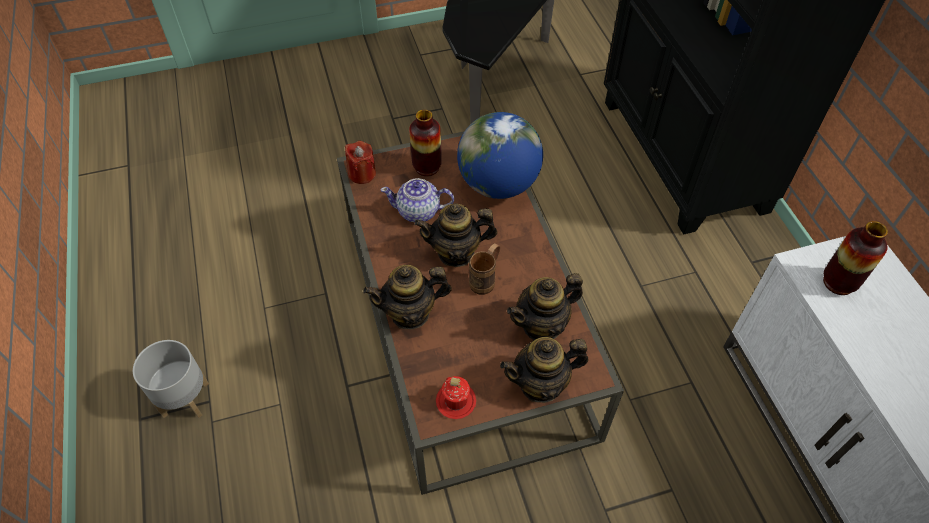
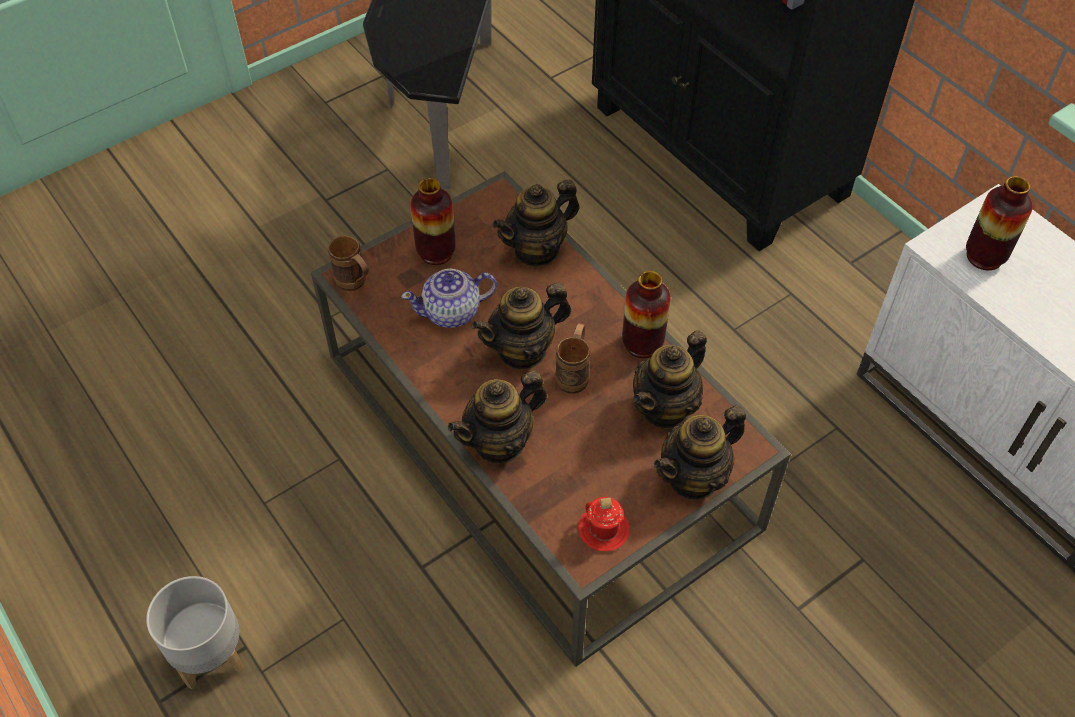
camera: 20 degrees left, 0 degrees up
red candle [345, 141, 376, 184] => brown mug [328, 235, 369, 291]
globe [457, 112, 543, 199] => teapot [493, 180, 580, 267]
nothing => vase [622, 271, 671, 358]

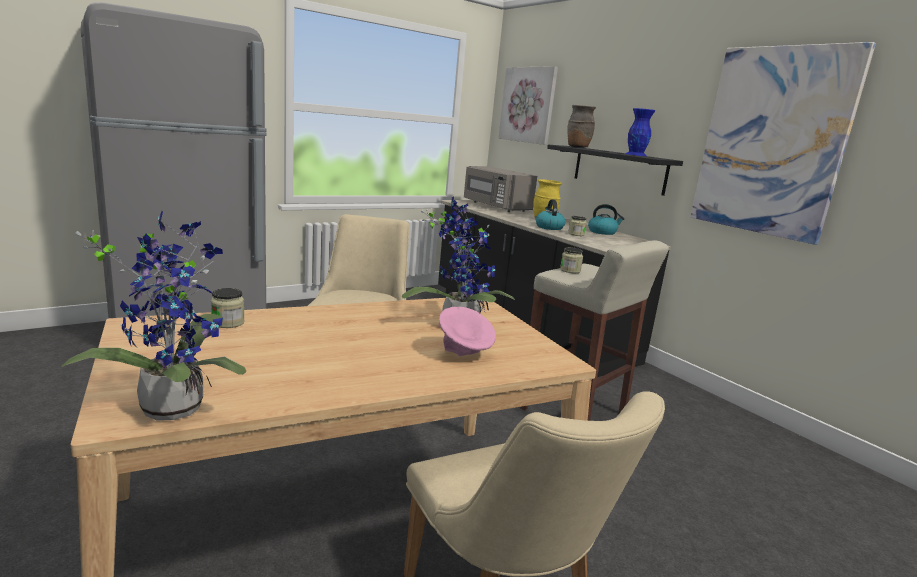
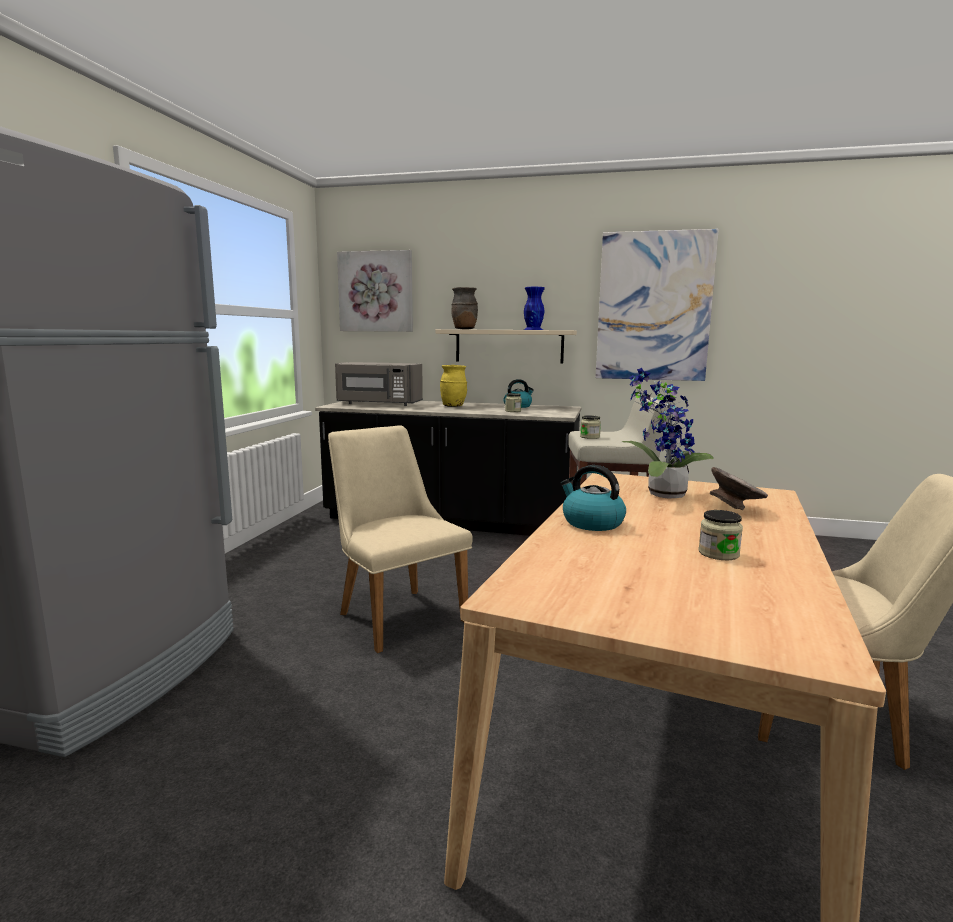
camera: 40 degrees left, 5 degrees down
potted plant [61, 211, 246, 421] => nothing
jar [211, 288, 245, 328] => jar [699, 510, 743, 560], relocated
pink bowl [439, 307, 496, 356] => grey bowl [710, 467, 768, 510]
kettle [536, 199, 566, 230] => kettle [561, 465, 626, 531], relocated
black shelf [547, 145, 683, 196] => beige shelf [435, 329, 577, 364]

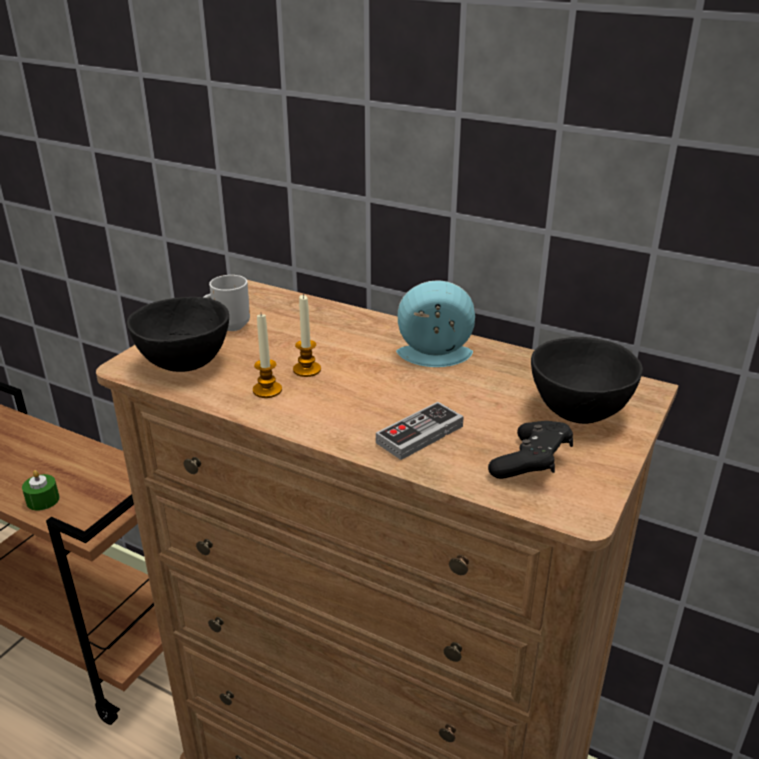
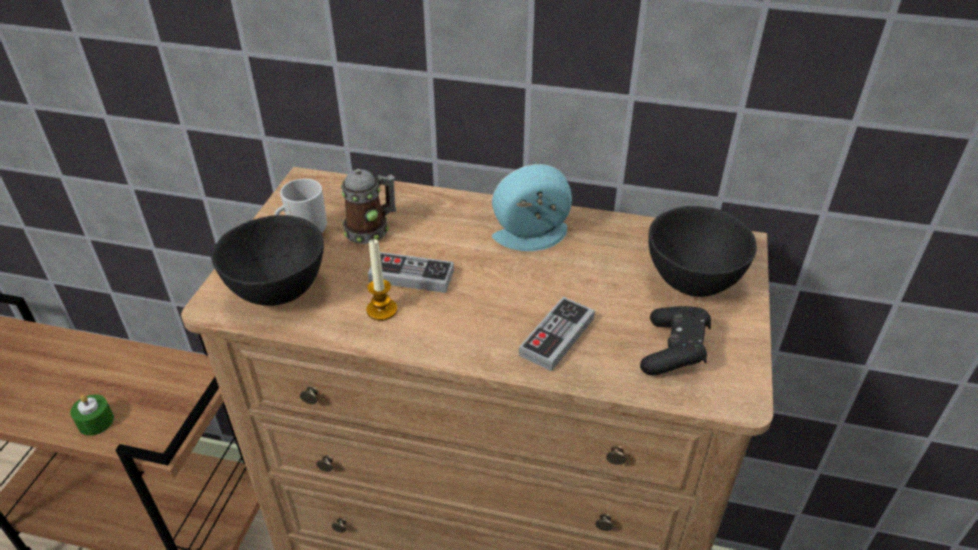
camera: 15 degrees left, 10 degrees up
candle [293, 294, 321, 377] => game controller [368, 252, 454, 293]
nothing => mug [341, 169, 396, 244]

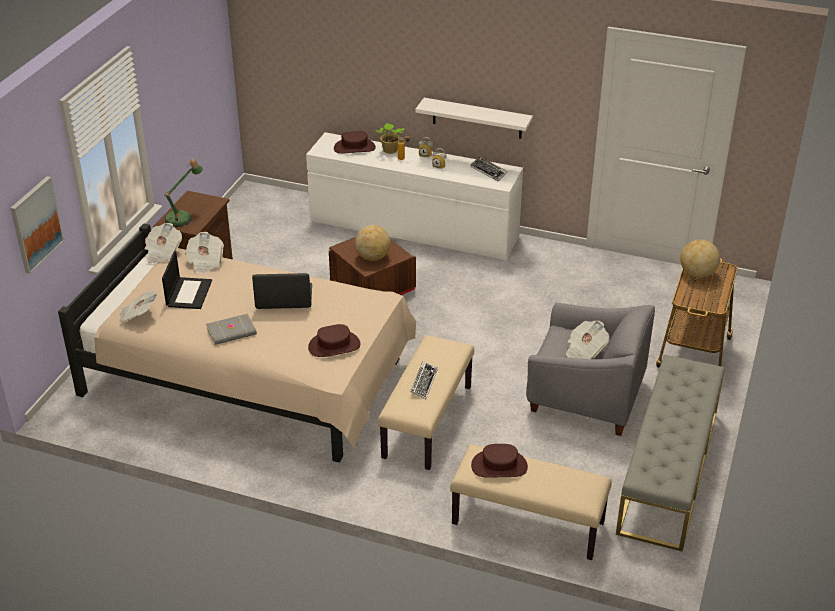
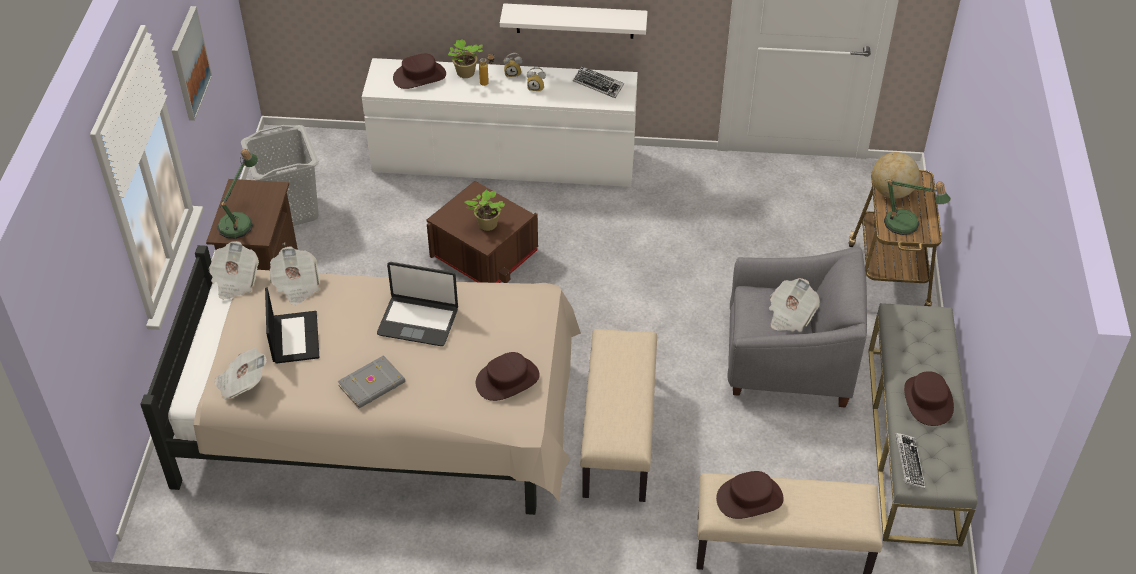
camera: 15 degrees left, 10 degrees up
picture [10, 176, 64, 274] => picture [171, 6, 212, 121], relocated
laptop [252, 273, 312, 309] => laptop [377, 262, 458, 346], 150 degrees counterclockwise
globe [355, 225, 391, 261] => potted plant [464, 190, 505, 231]
keyboard [410, 361, 438, 399] => keyboard [895, 433, 925, 489], relocated
nothing => grey laundry basket [241, 125, 319, 226]
nothing => table lamp [884, 179, 951, 235]
nothing => brown hat [904, 371, 954, 426]

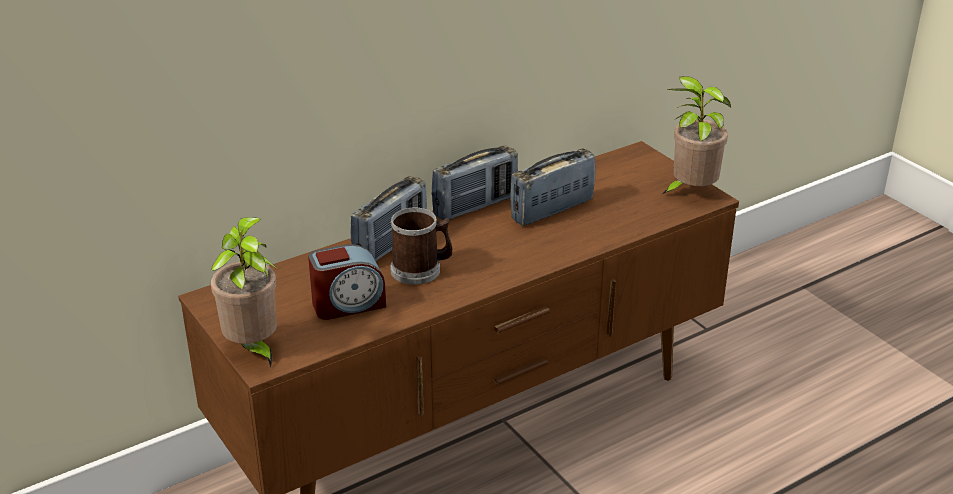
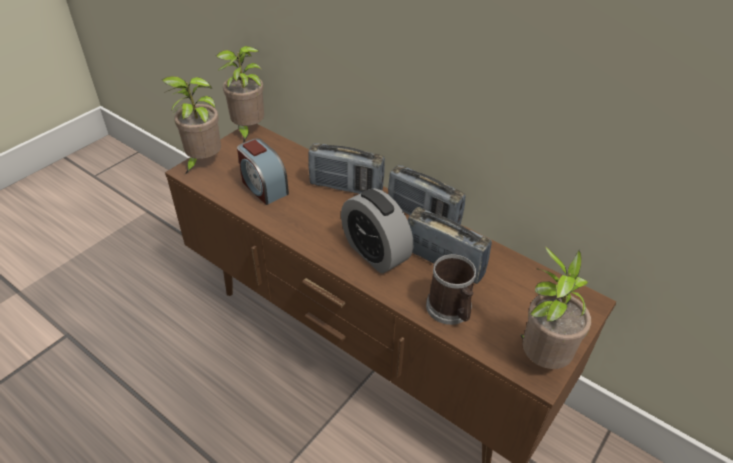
camera: 70 degrees right, 10 degrees up
mug [390, 208, 452, 285] => mug [426, 254, 476, 325], relocated
nothing => potted plant [216, 46, 264, 143]
nothing => alarm clock [341, 188, 413, 273]

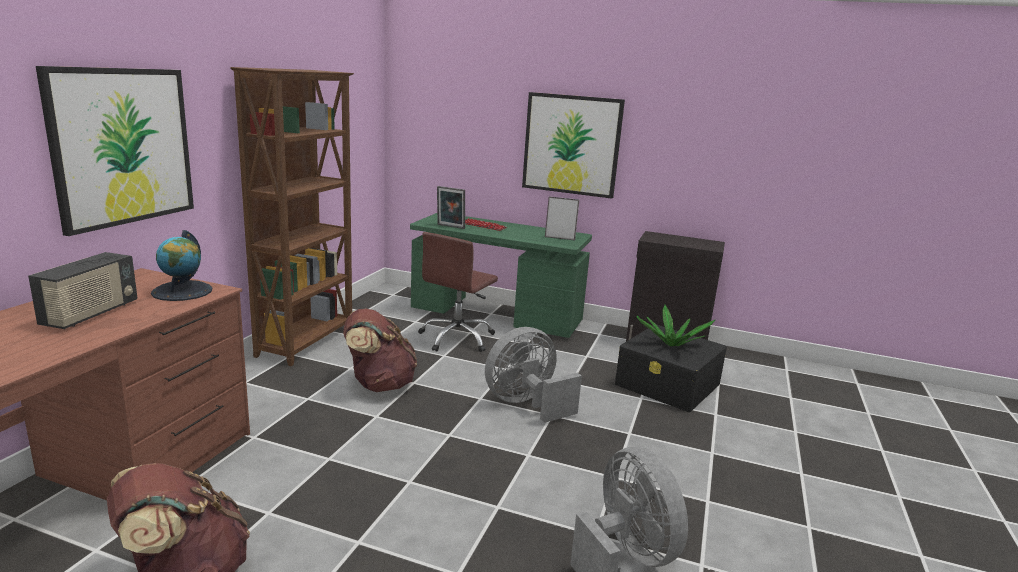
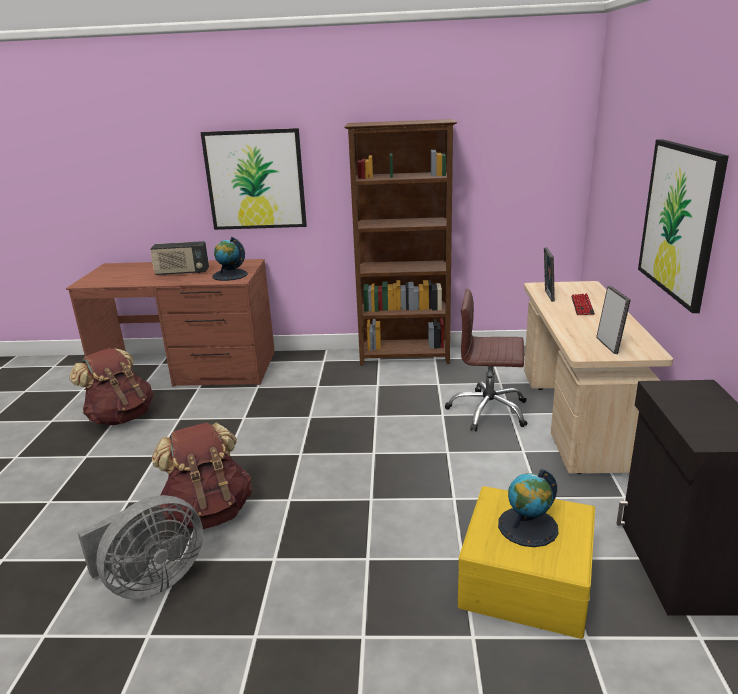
camera: 75 degrees right, 5 degrees up
brown backpack [343, 309, 417, 392] => brown backpack [152, 422, 252, 529], relocated
green desk [410, 213, 592, 338] => beige desk [524, 281, 673, 474]
grey fan [485, 327, 582, 423] => nothing
black storage box [615, 325, 727, 412] => yellow storage box [458, 486, 595, 639]
potted plant [637, 305, 715, 346] => globe [498, 469, 558, 547]

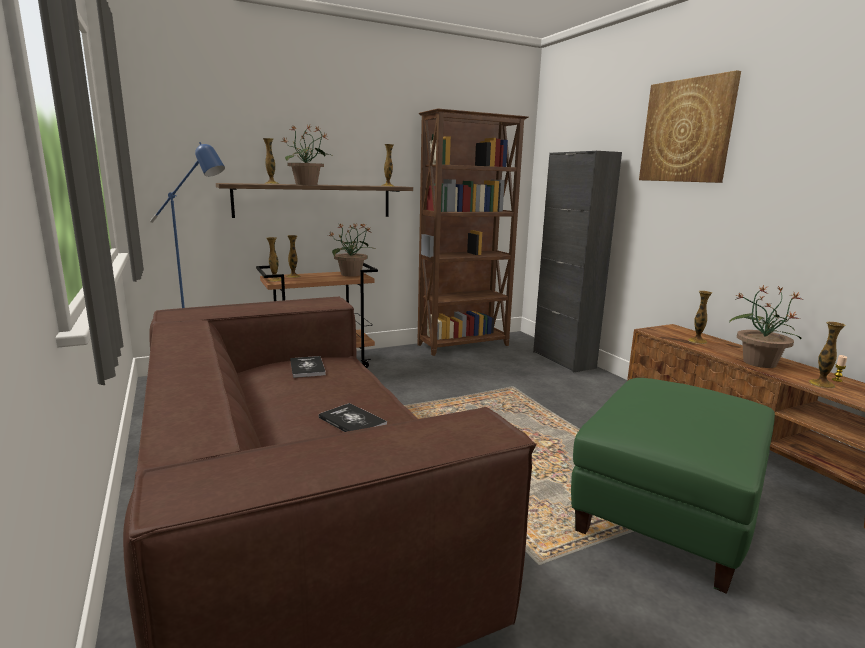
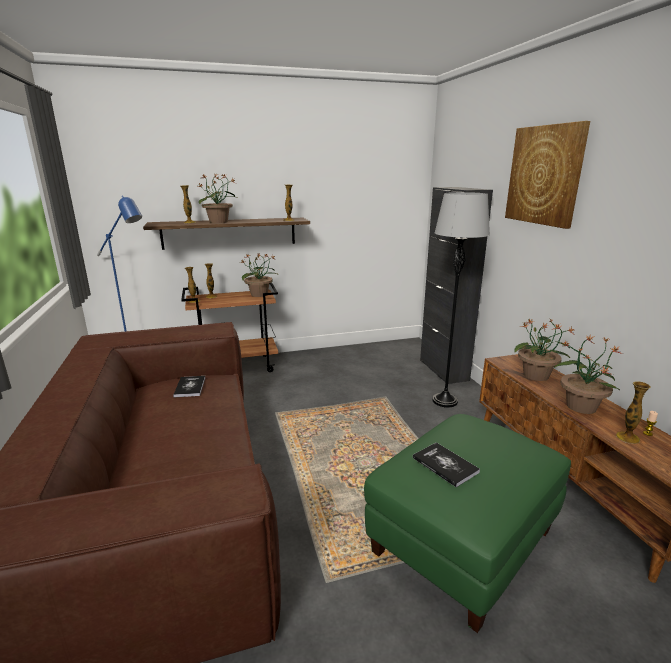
camera: 10 degrees right, 5 degrees up
book [319, 403, 387, 432] => book [413, 442, 480, 487], relocated
brown bookcase [417, 108, 529, 356] => nothing
vase [688, 291, 712, 344] => potted plant [514, 318, 574, 381]
nothing => grey floor lamp [432, 192, 490, 408]

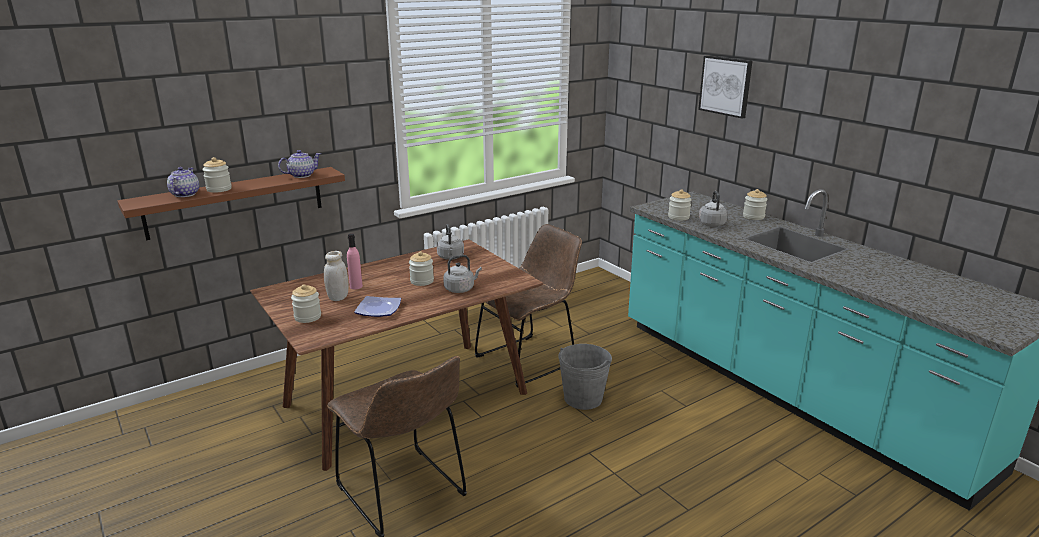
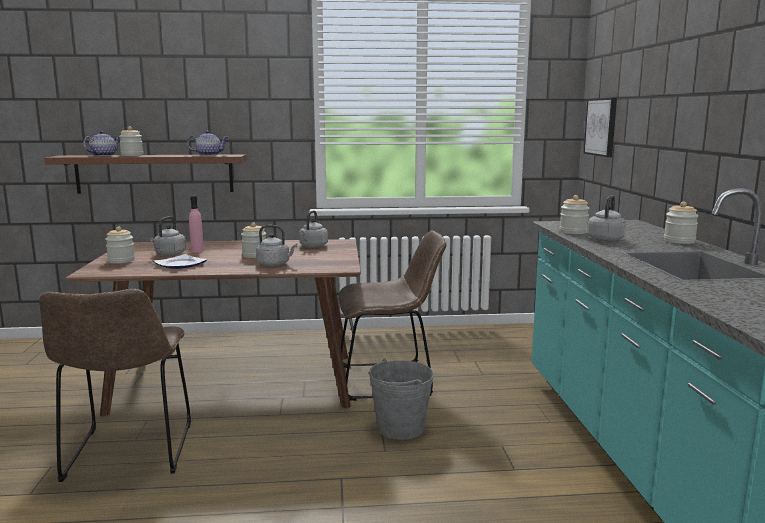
camera: 30 degrees right, 10 degrees down
white jar [324, 251, 348, 301] => grey kettle [150, 216, 186, 256]
picture [698, 55, 752, 119] => picture [583, 98, 617, 157], relocated

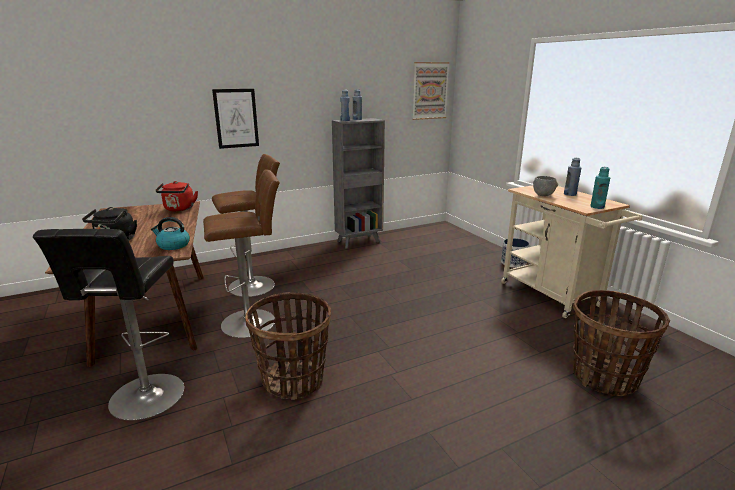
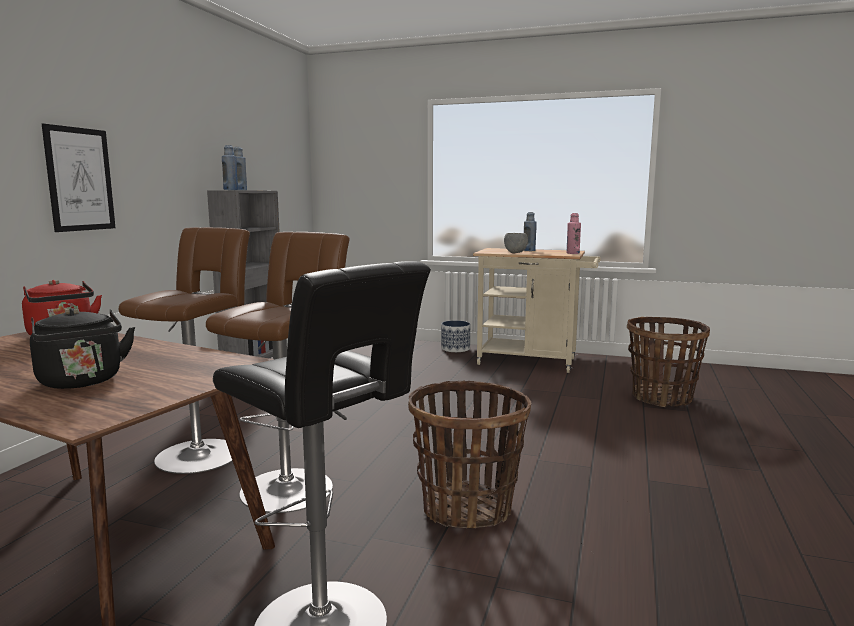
camera: 45 degrees left, 10 degrees down
kettle [151, 217, 190, 250] => nothing
picture [412, 62, 450, 120] => nothing
turquoise bottle [591, 166, 610, 209] => pink bottle [567, 213, 581, 254]

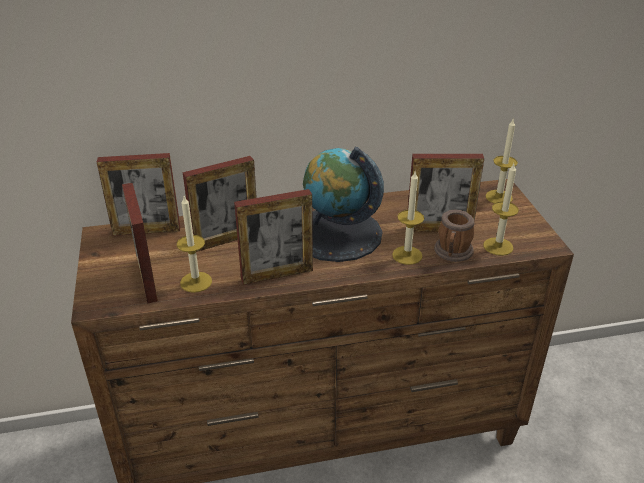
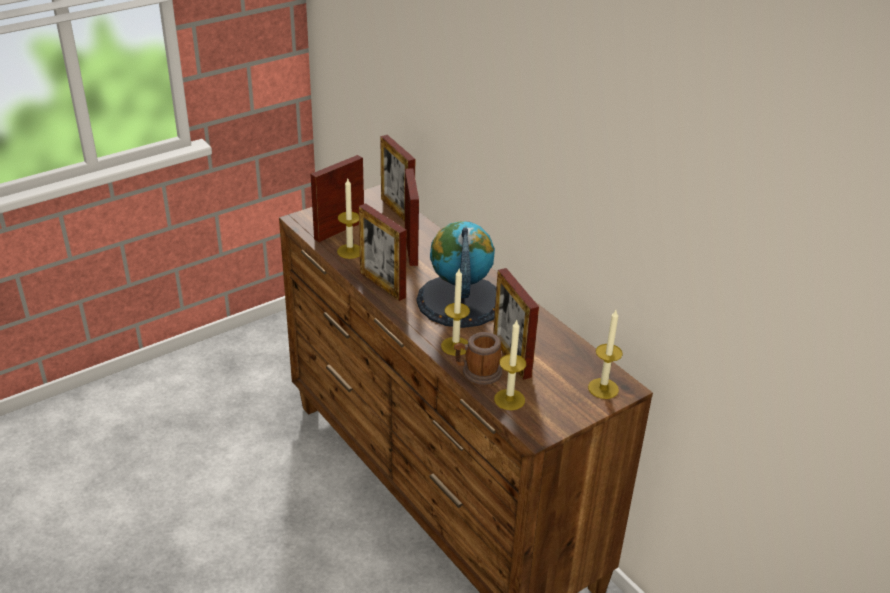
camera: 65 degrees right, 0 degrees up
picture frame [183, 156, 257, 252] => picture frame [405, 169, 419, 266], 135 degrees counterclockwise

